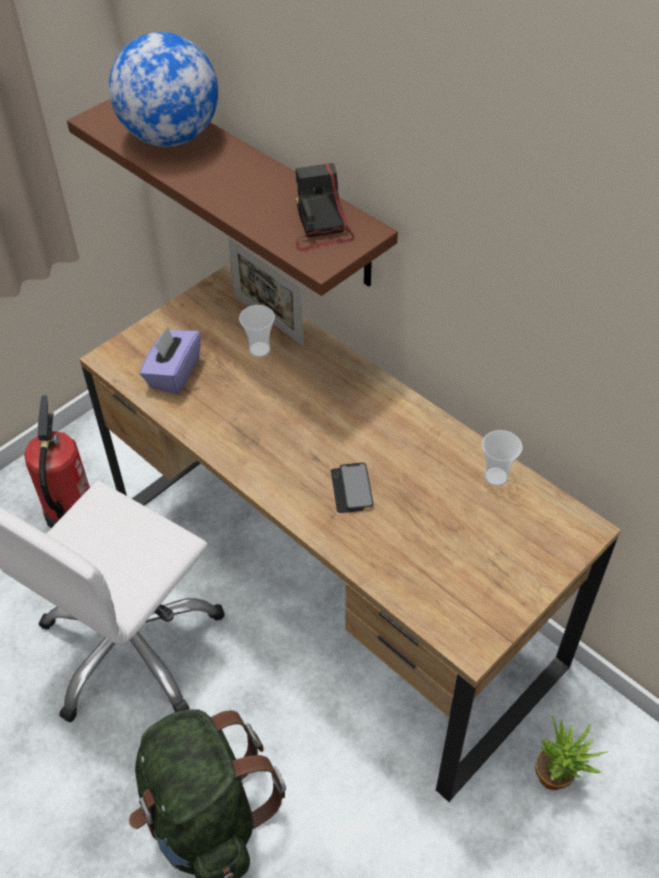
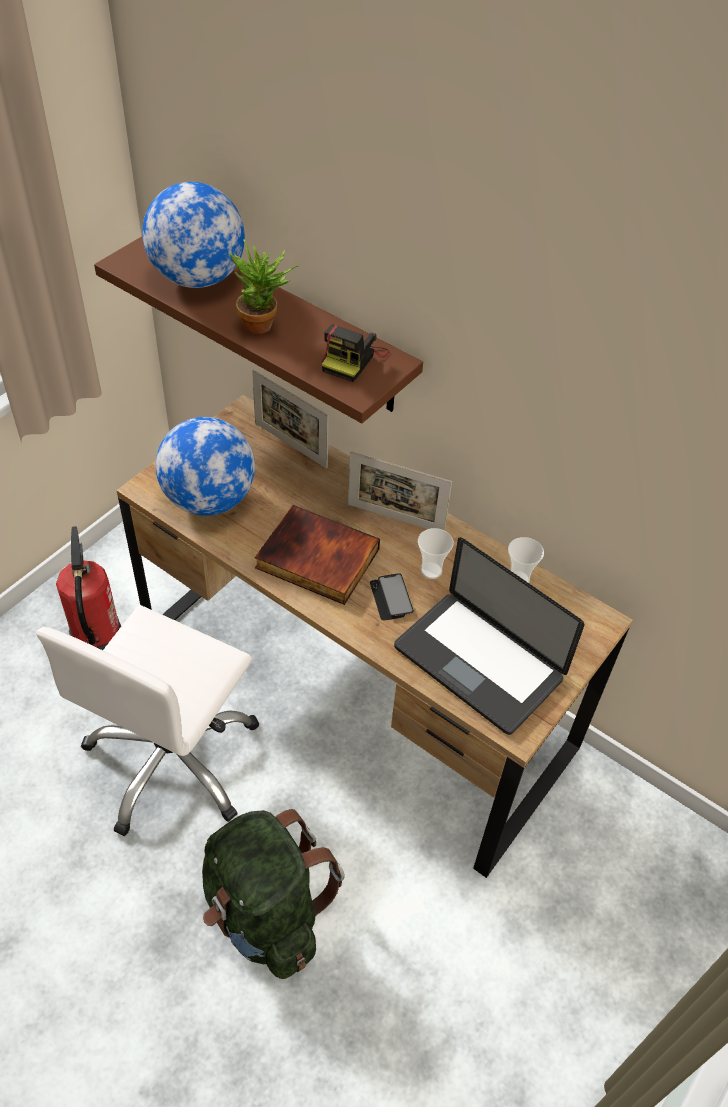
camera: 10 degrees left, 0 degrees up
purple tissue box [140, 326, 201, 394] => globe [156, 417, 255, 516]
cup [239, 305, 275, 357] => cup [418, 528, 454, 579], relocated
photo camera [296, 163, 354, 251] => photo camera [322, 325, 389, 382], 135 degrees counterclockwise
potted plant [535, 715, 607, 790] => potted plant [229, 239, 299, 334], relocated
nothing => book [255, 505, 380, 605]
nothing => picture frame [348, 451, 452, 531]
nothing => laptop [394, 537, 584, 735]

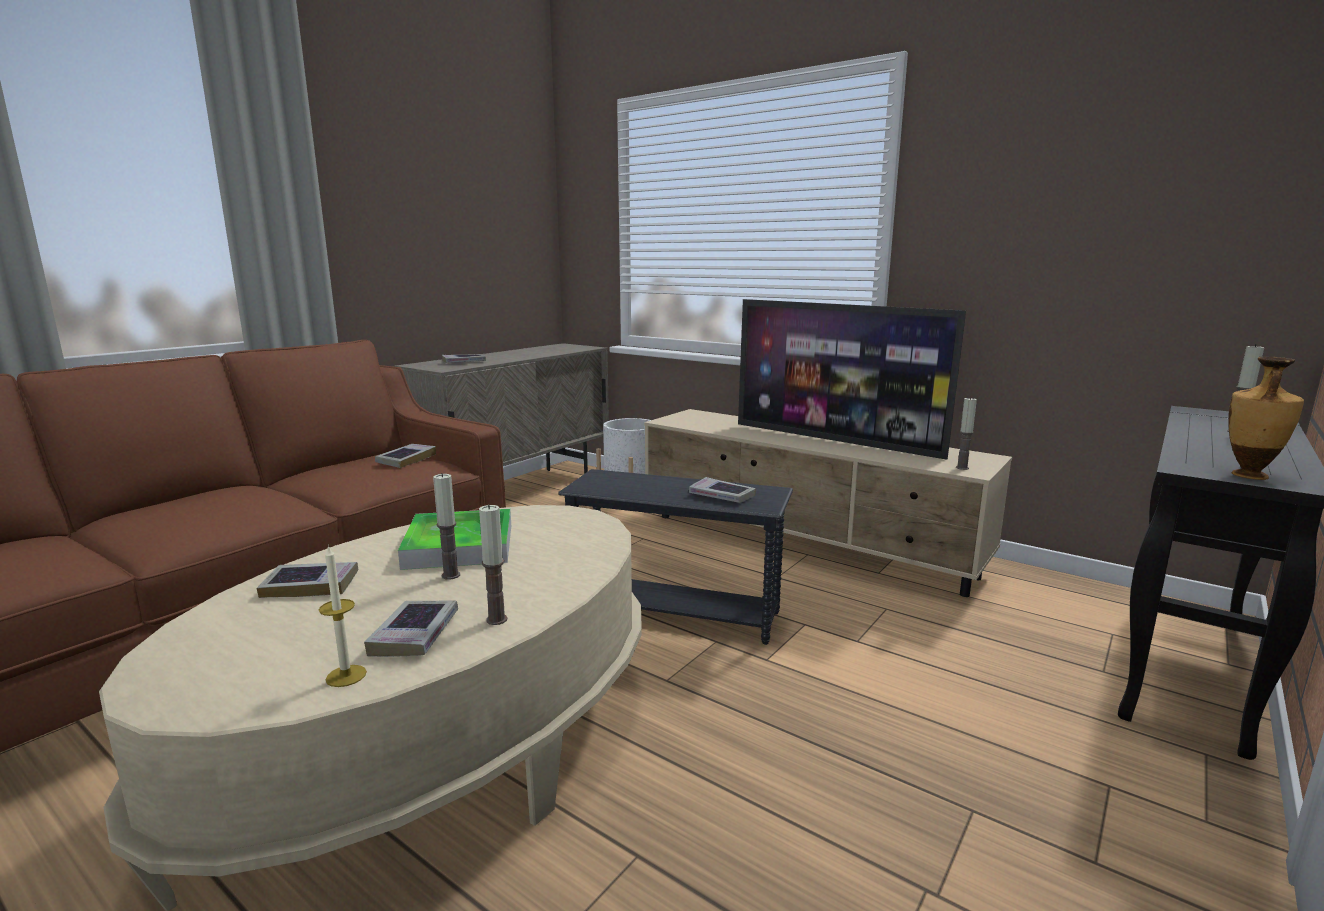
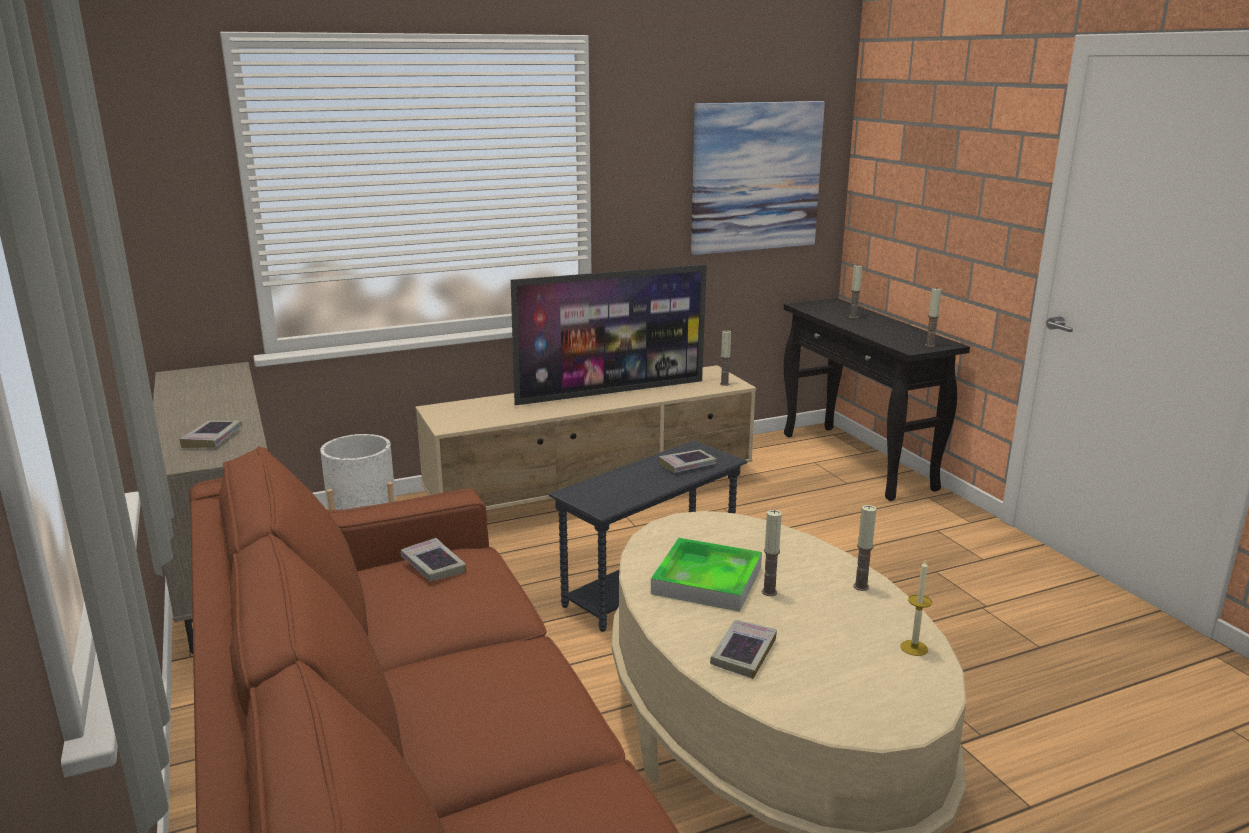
camera: 60 degrees left, 5 degrees up
book [364, 600, 458, 657] => nothing
vase [1228, 357, 1304, 480] => candle [925, 288, 941, 347]
nothing => picture [691, 101, 825, 255]

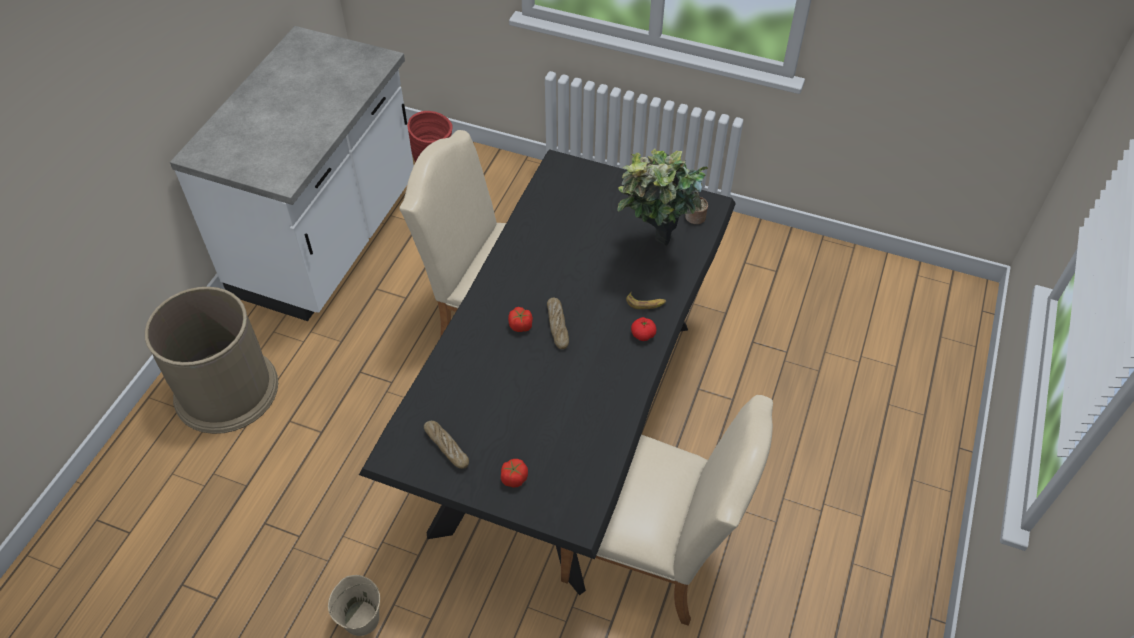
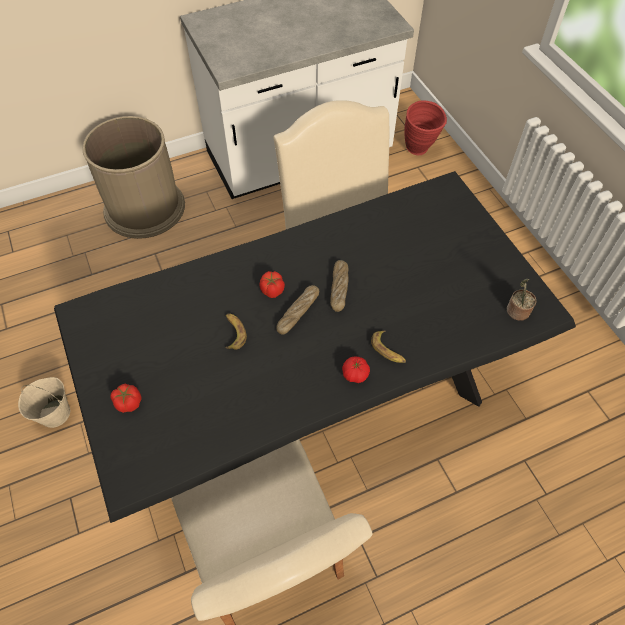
camera: 45 degrees right, 5 degrees up
bread [424, 421, 469, 469] => bread [330, 260, 348, 312], relocated
potted plant [617, 148, 708, 246] => nothing
nothing => banana [225, 313, 247, 350]

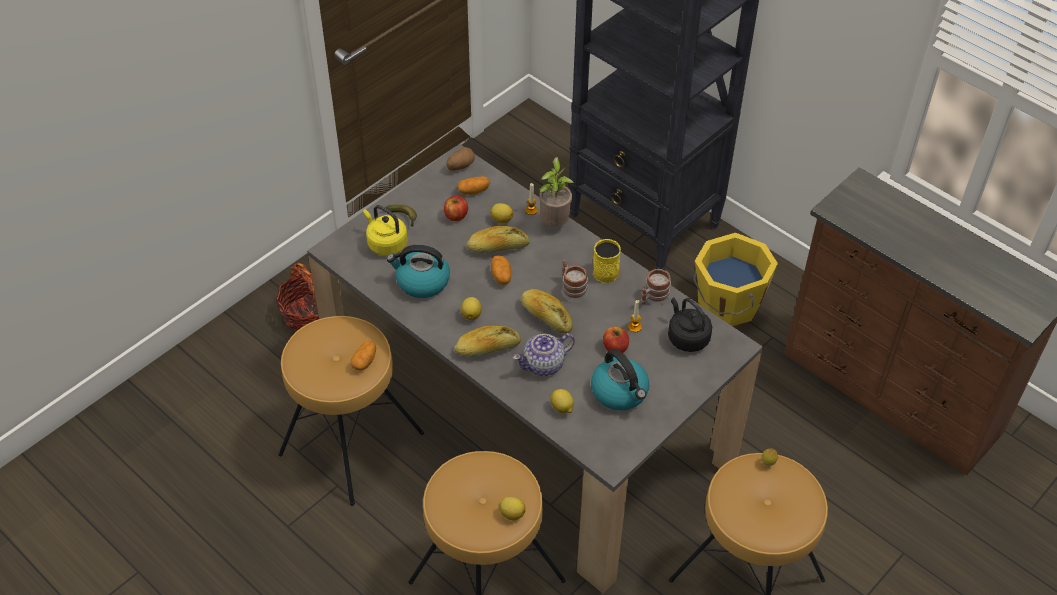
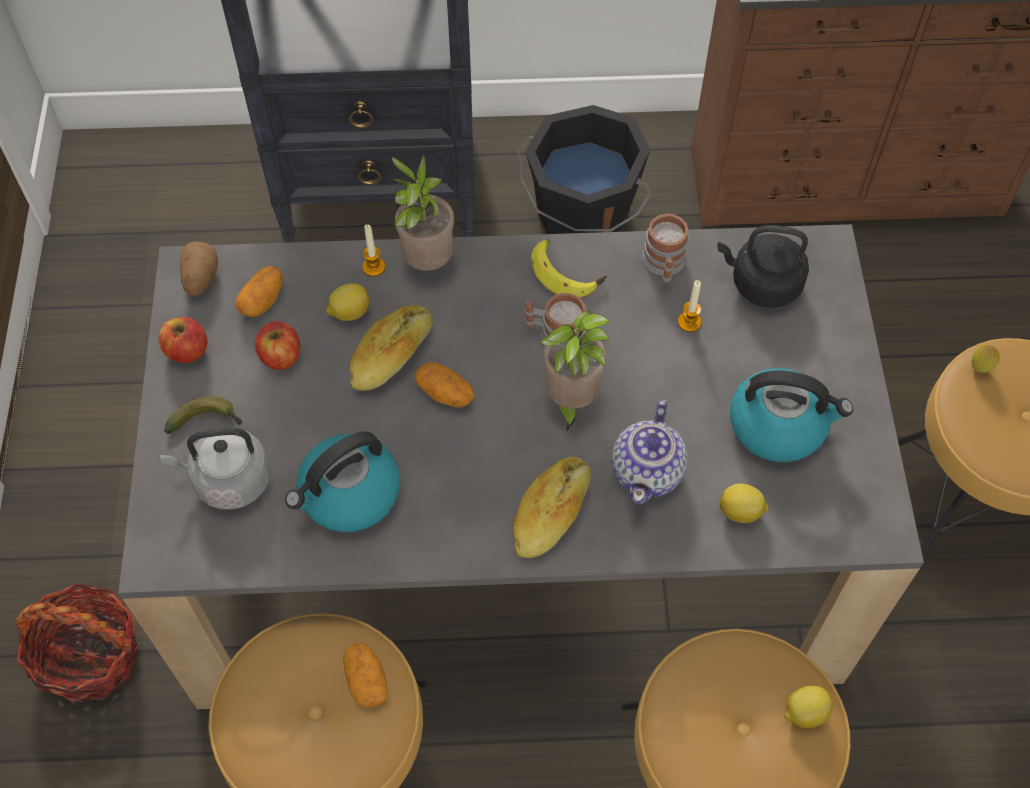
camera: 45 degrees left, 10 degrees up
yellow kettle [363, 205, 408, 256] => grey kettle [160, 427, 271, 510]
lemon [461, 297, 482, 320] => nothing
bread [521, 289, 573, 334] => potted plant [540, 310, 610, 432]
yellow mug [593, 239, 621, 283] => banana [531, 239, 607, 298]
apple [603, 326, 629, 353] => apple [158, 317, 208, 363], relocated
yellow bucket [693, 233, 778, 326] => black bucket [518, 105, 651, 234]

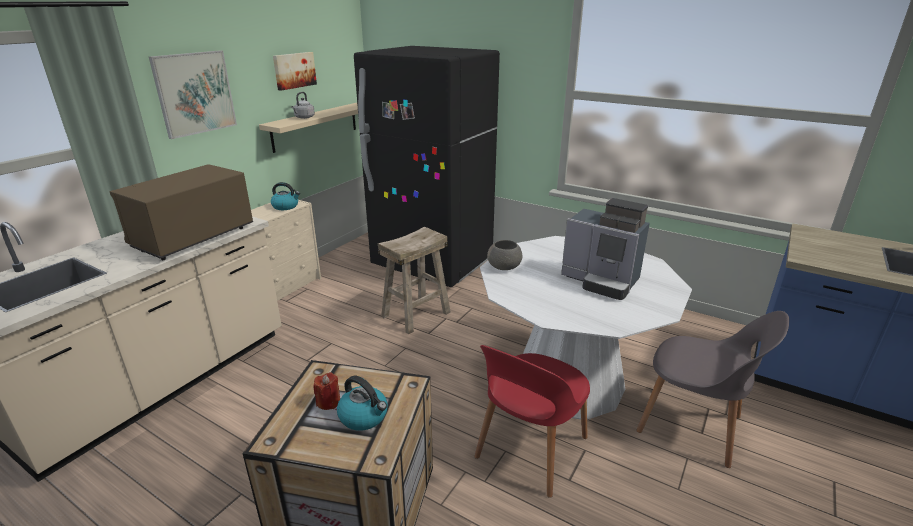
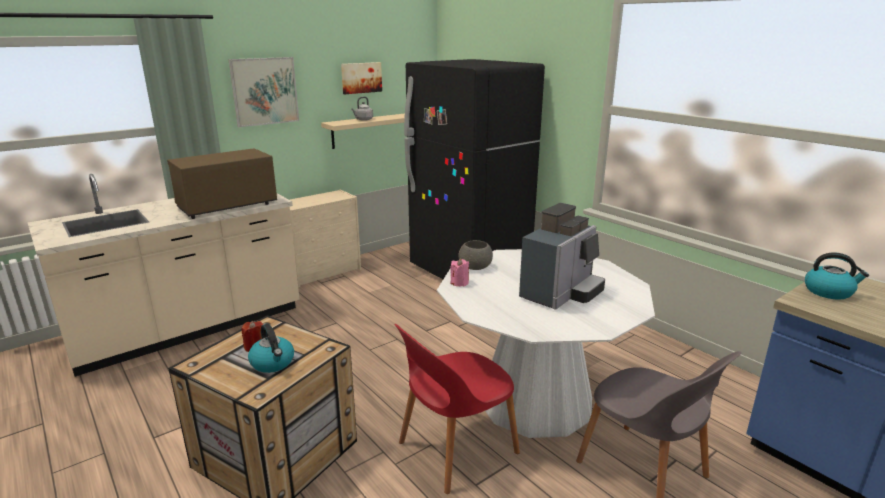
camera: 20 degrees right, 5 degrees down
kettle [271, 182, 300, 210] => kettle [805, 252, 869, 300], relocated
beige stool [378, 226, 451, 334] => nothing
coffee machine [561, 198, 650, 300] => coffee machine [519, 203, 605, 309], 105 degrees counterclockwise
nothing => pink candle [450, 258, 469, 287]

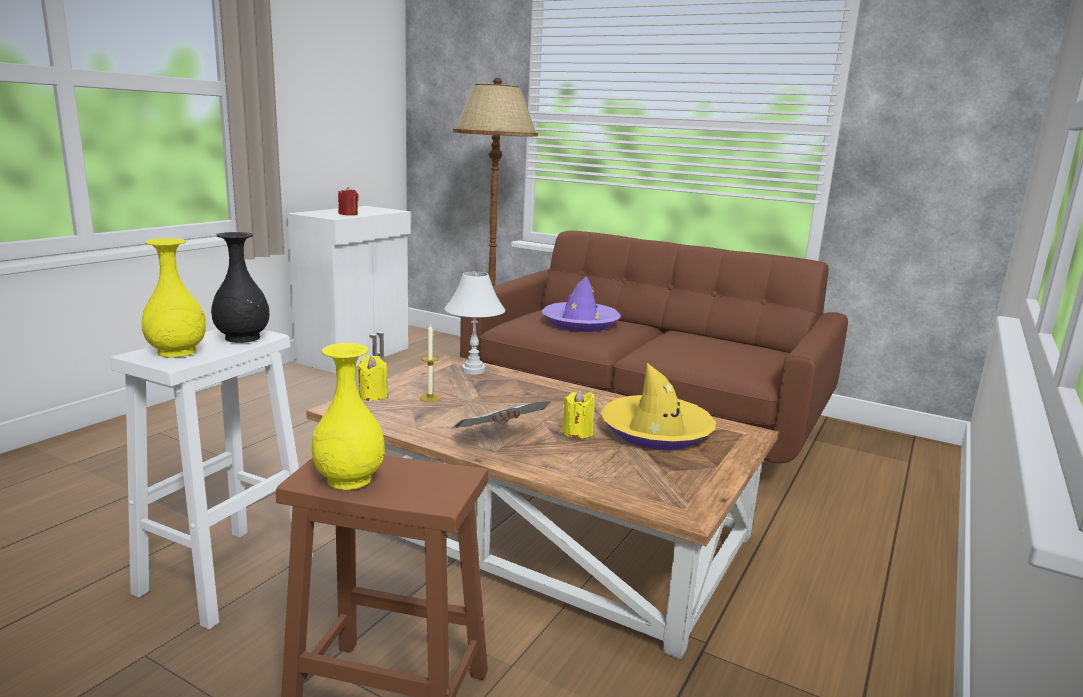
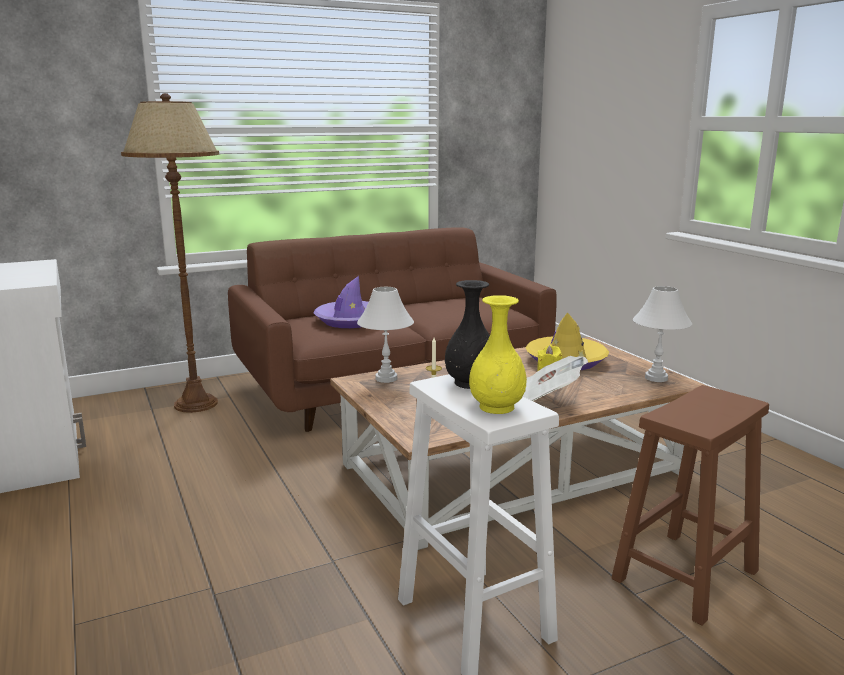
camera: 55 degrees left, 0 degrees up
yellow vase [312, 343, 385, 490] => nothing
red candle [338, 187, 359, 215] => nothing
yellow candle [357, 356, 388, 401] => nothing
nothing => white table lamp [633, 286, 692, 382]

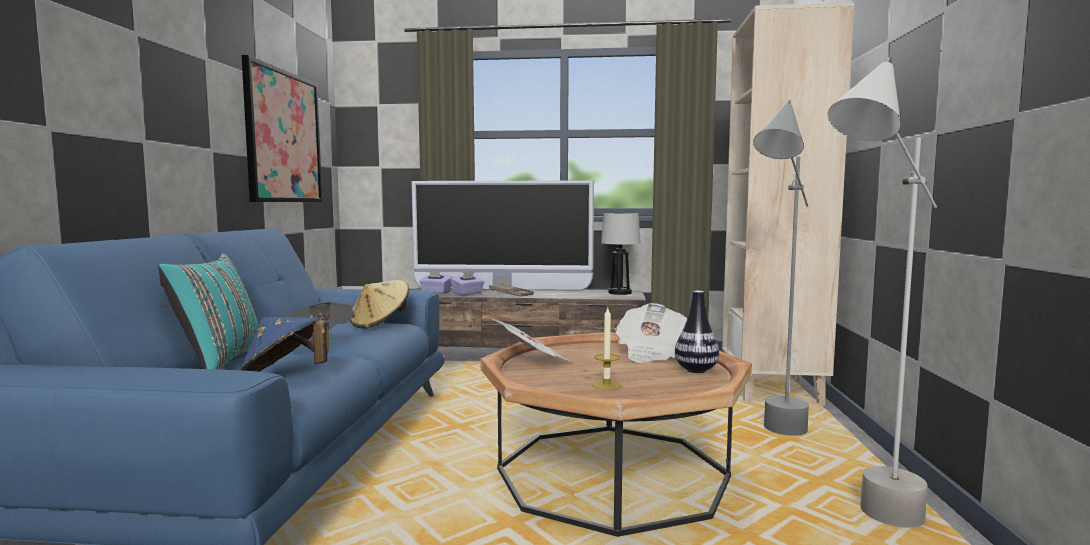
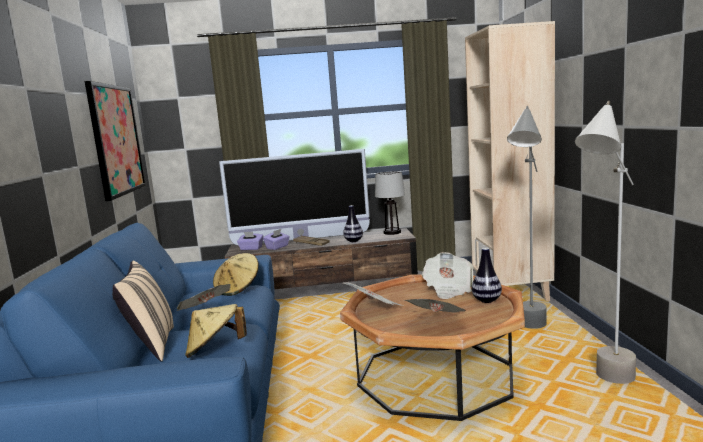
camera: 10 degrees left, 5 degrees up
turquoise pillow [158, 254, 259, 369] => beige pillow [112, 261, 174, 362]
blue hat [240, 317, 330, 372] => beige hat [185, 304, 247, 358]
candle [592, 308, 621, 390] => newspaper [405, 299, 466, 313]
nothing => vase [343, 205, 363, 242]

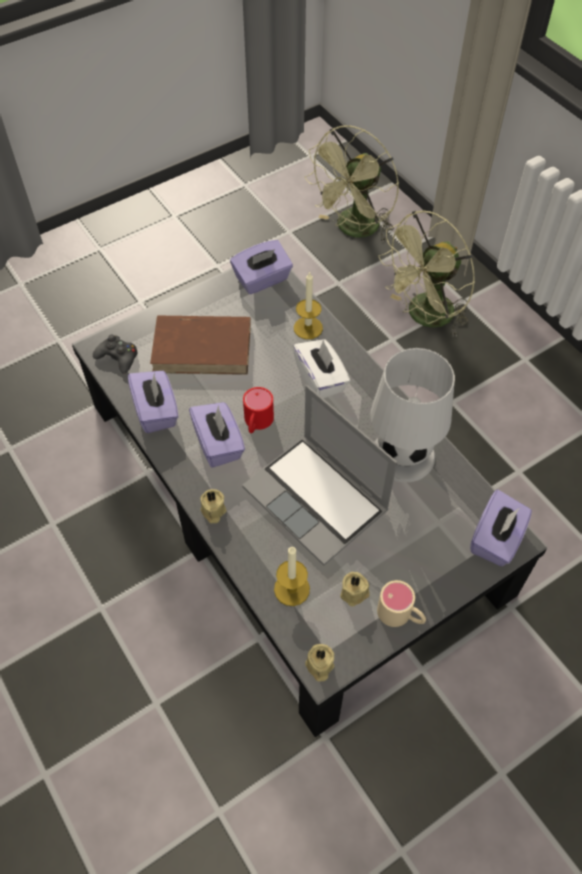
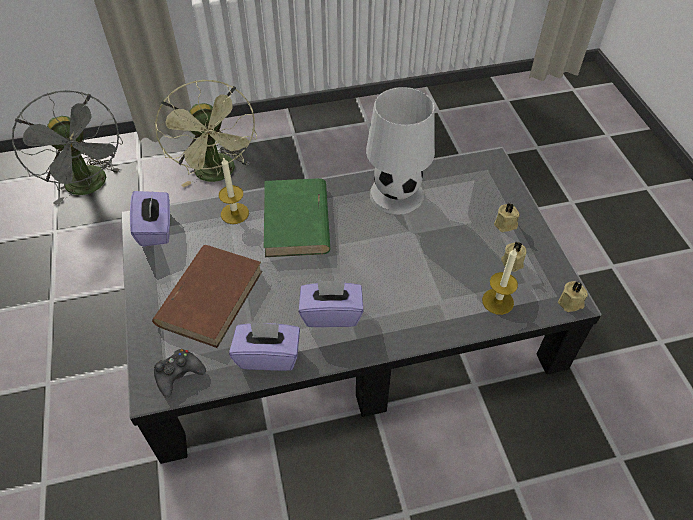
camera: 70 degrees left, 5 degrees down
beige candle [200, 489, 226, 523] => beige candle [494, 203, 520, 232], relocated
laptop [242, 385, 397, 566] => nothing
red mug [243, 387, 274, 433] => nothing
white tissue box [293, 339, 350, 399] => green book [264, 178, 330, 257]
green fan [305, 125, 399, 243] => grey fan [12, 90, 123, 205]
beige mug [377, 580, 426, 627] => nothing
purple tissue box [470, 490, 532, 566] => nothing

